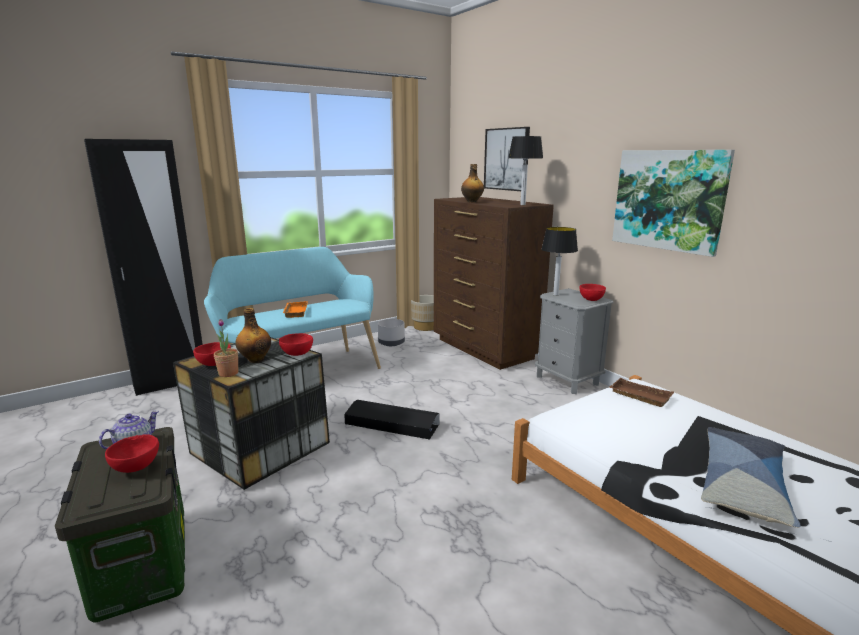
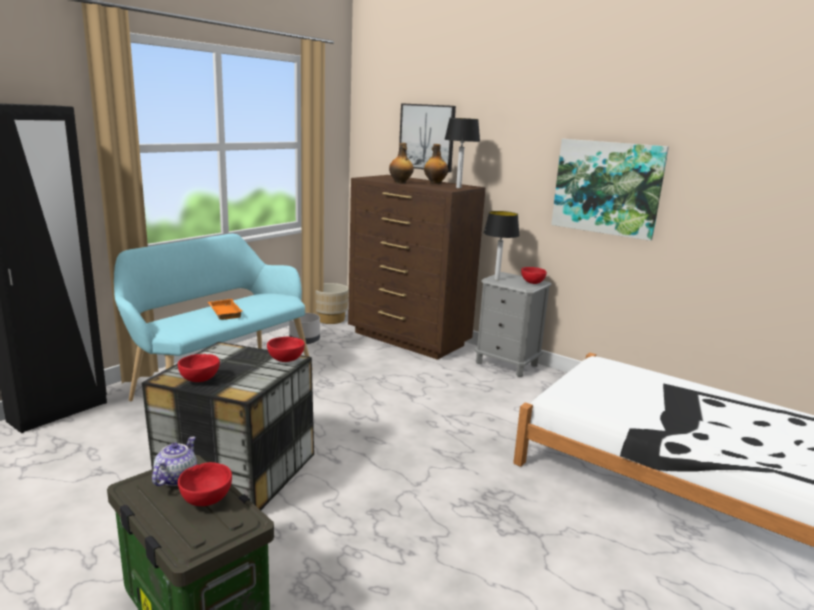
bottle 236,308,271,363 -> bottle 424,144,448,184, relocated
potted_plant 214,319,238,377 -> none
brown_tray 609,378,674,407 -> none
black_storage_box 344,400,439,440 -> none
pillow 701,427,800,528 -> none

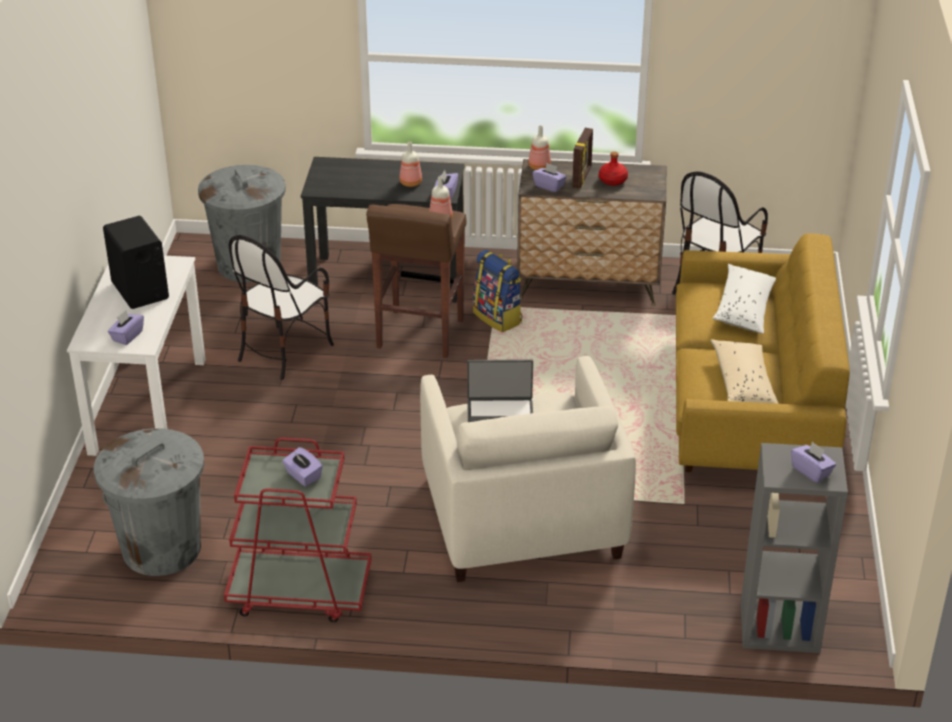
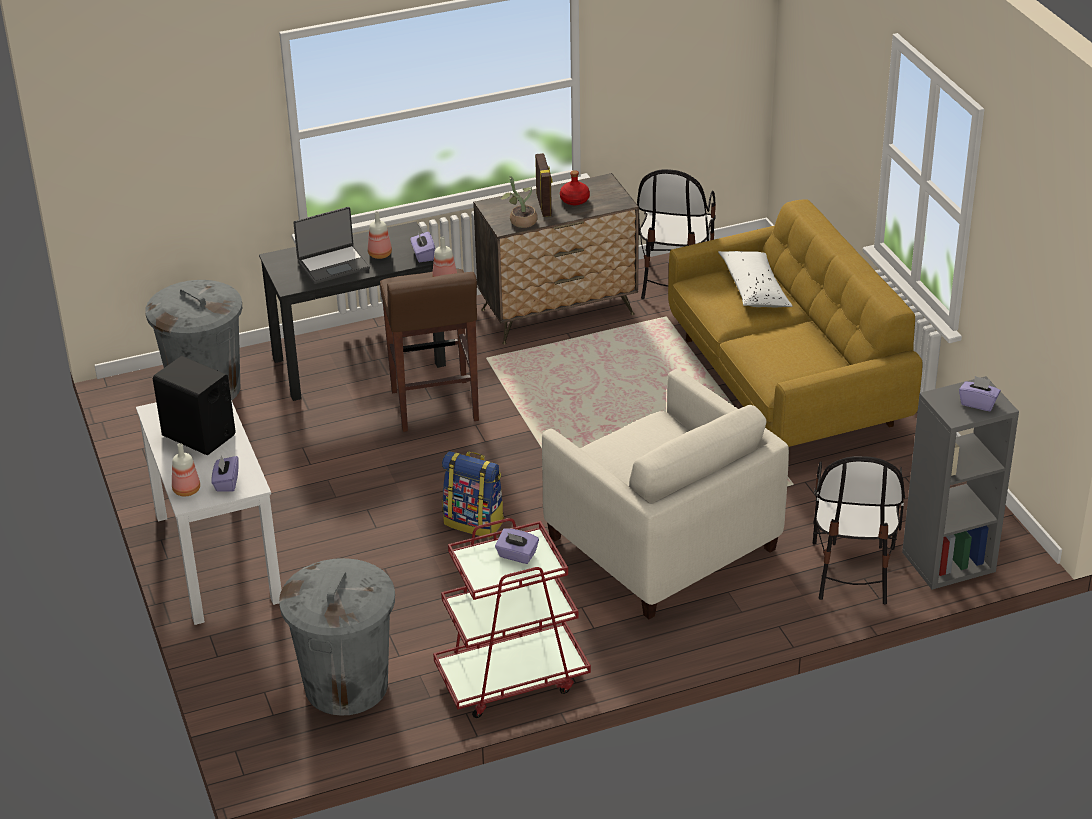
bottle 528,125,551,170 -> bottle 172,443,200,496, relocated
purple_tissue_box 532,163,567,192 -> potted_plant 501,176,538,228
chair 229,235,334,380 -> chair 813,456,905,604, relocated
backpack 473,250,522,332 -> backpack 442,451,504,538, relocated
beige_pillow 711,339,779,404 -> none
laptop 467,359,533,422 -> laptop 293,207,370,284, relocated

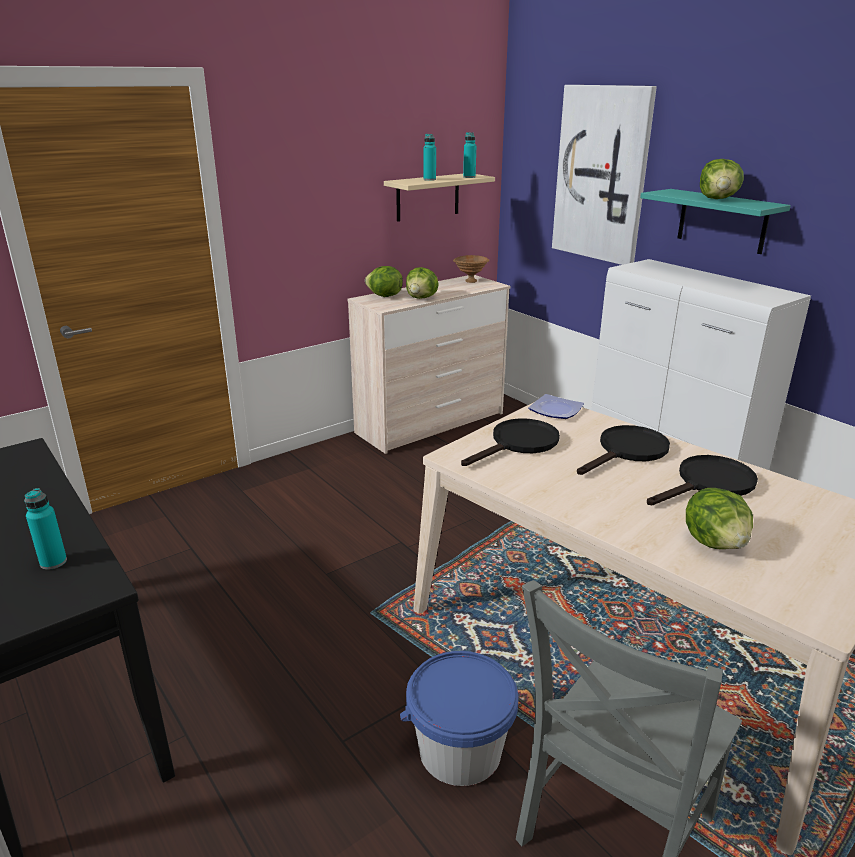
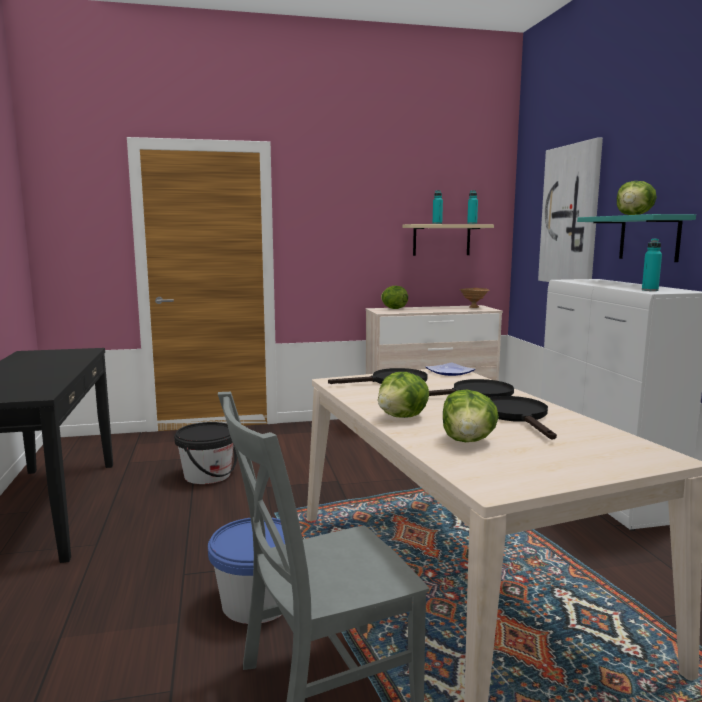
lettuce 406,267,439,299 -> lettuce 378,372,429,418, relocated
black_frying_pan 647,455,758,505 -> black_frying_pan 489,396,557,440, 90 degrees counterclockwise
turquoise_bottle 24,488,67,570 -> turquoise_bottle 642,239,662,291, relocated
none -> black_bucket 174,422,237,484

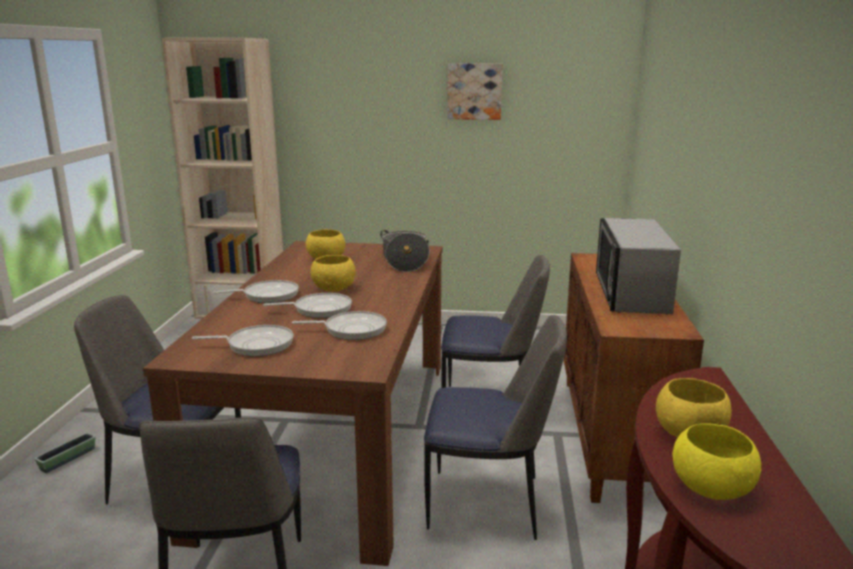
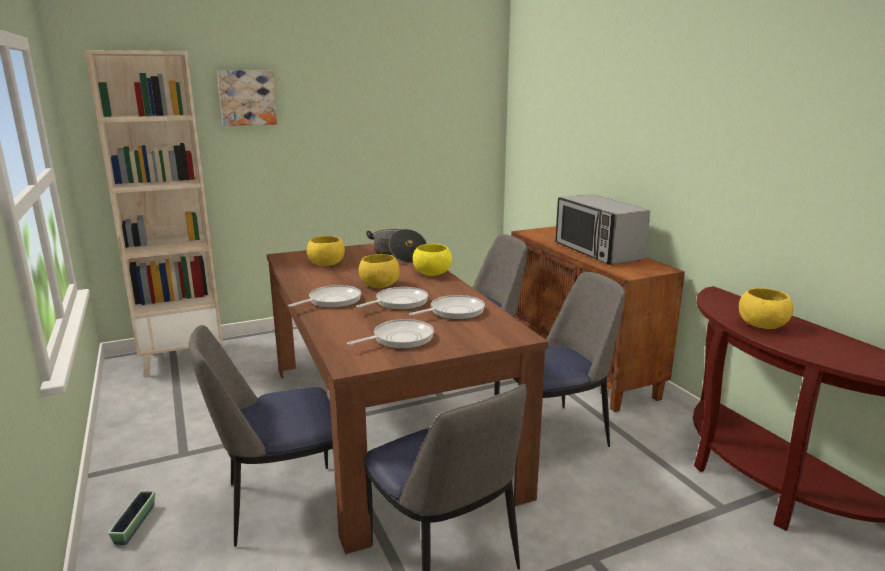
picture 447,63,503,120 -> picture 217,70,277,126, relocated
yellow_bowl 673,423,761,500 -> yellow_bowl 413,244,452,276, relocated

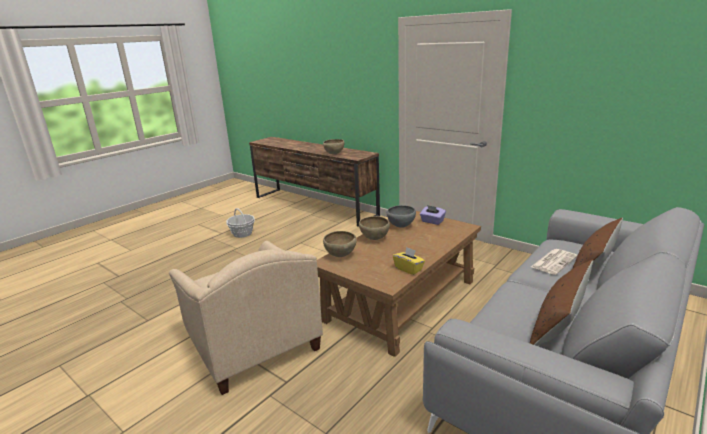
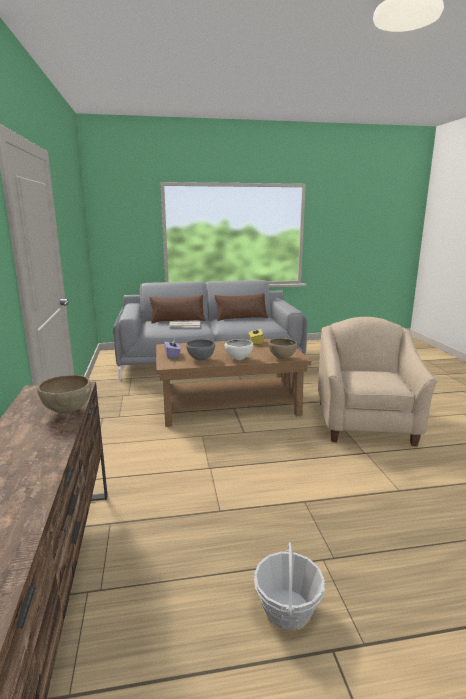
brown_bowl 359,216,390,240 -> white_bowl 225,339,253,360

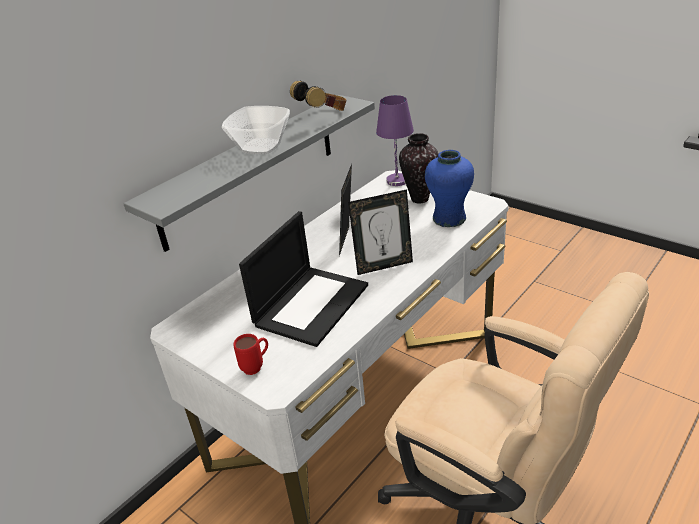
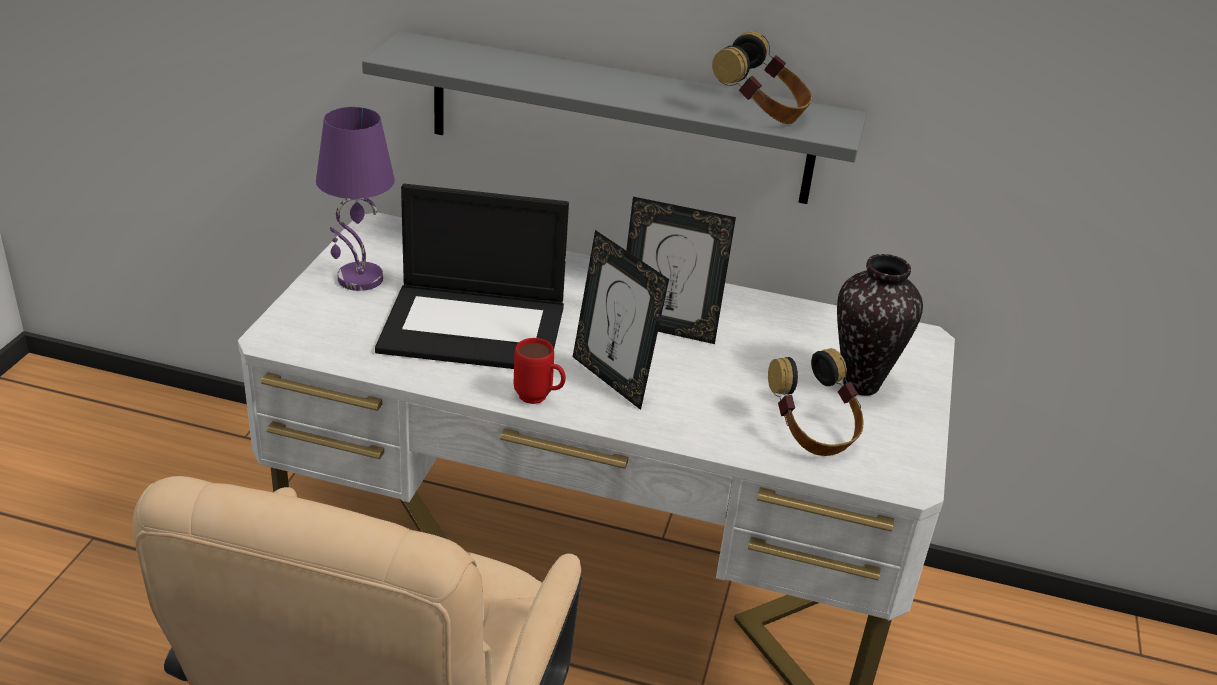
purple_table_lamp 376,95,414,186 -> purple_table_lamp 316,107,395,291, relocated
bowl 222,106,290,154 -> none
blue_vase 425,150,474,227 -> headphones 768,348,863,456
picture_frame 339,164,352,256 -> picture_frame 626,197,736,344, 150 degrees counterclockwise
red_mug 234,334,268,375 -> red_mug 514,338,566,404, relocated

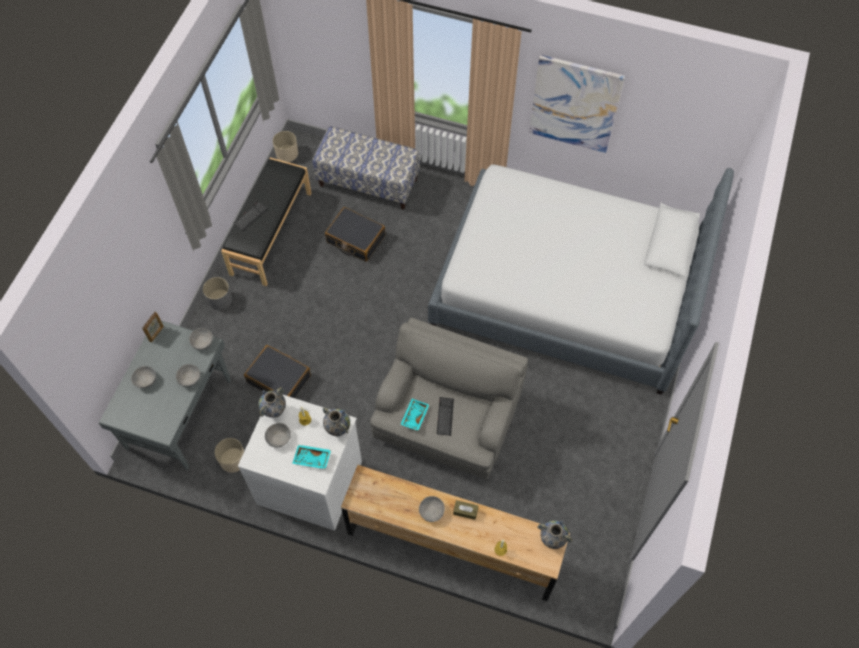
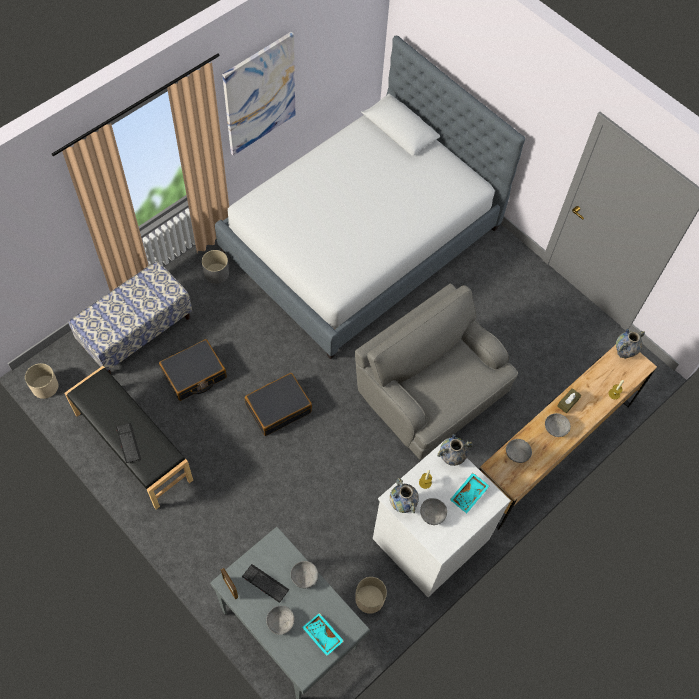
grey_planter 203,277,232,310 -> grey_planter 202,250,229,284, relocated
grey_bowl 189,328,213,350 -> grey_bowl 506,439,532,463, relocated
black_suitcase 244,345,311,398 -> black_suitcase 245,373,312,436, relocated
keyboard 437,397,454,436 -> keyboard 242,564,289,603, relocated
turquoise_tray 400,399,429,431 -> turquoise_tray 302,613,344,656, relocated

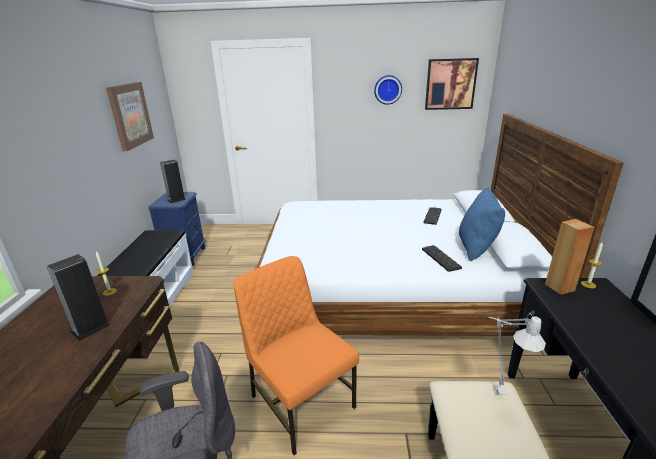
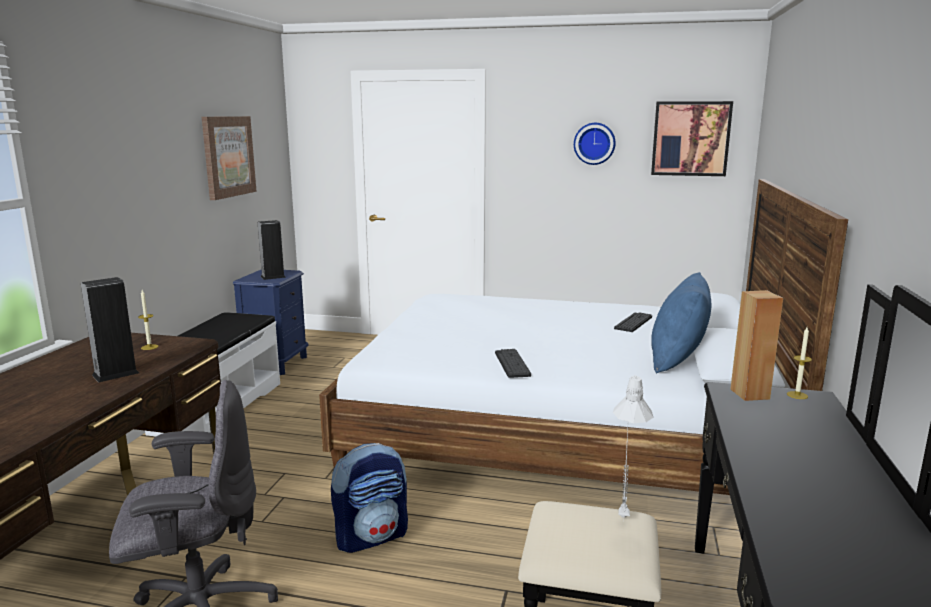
keyboard 422,245,462,272 -> keyboard 495,349,531,378, relocated
orange_chair 234,256,359,455 -> backpack 331,443,408,553

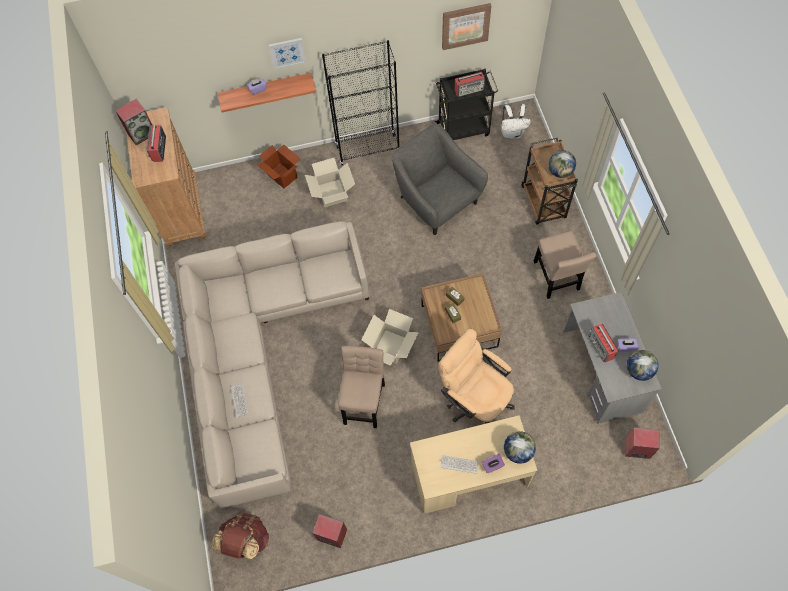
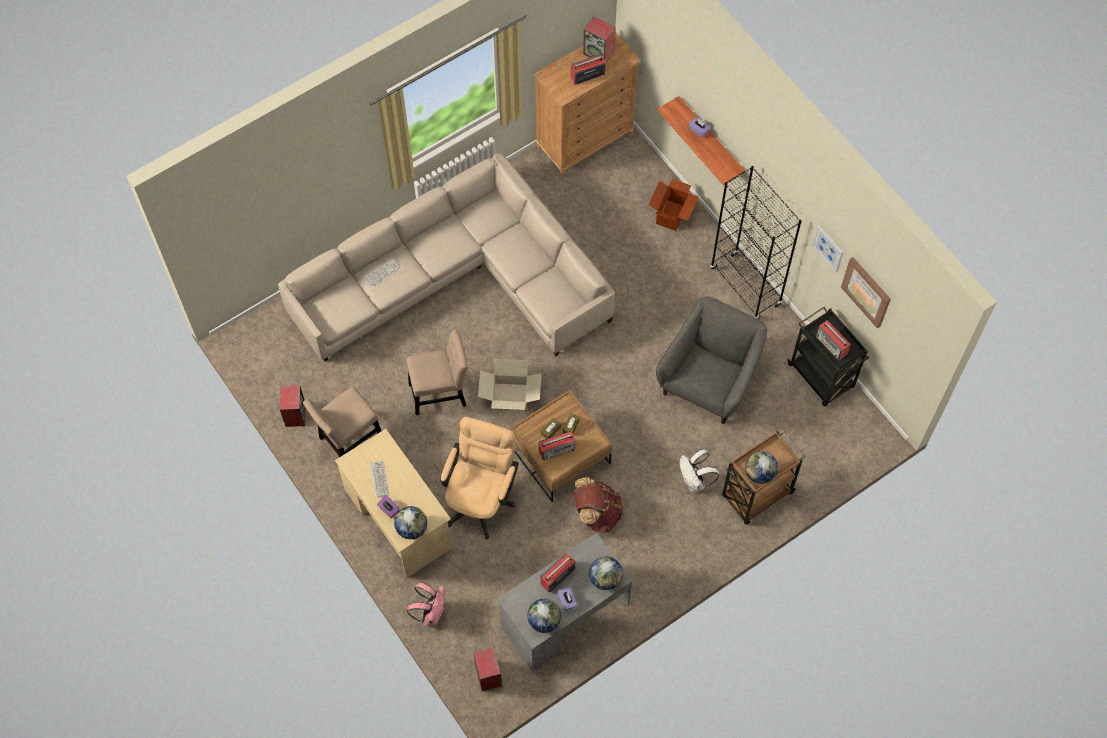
picture 269,38,306,70 -> picture 812,225,844,273, relocated
white_backpack 501,104,531,139 -> white_backpack 680,449,719,492, relocated
cardboard_box 305,157,355,207 -> none
beige_chair 534,231,596,299 -> beige_chair 303,387,381,457, relocated
brown_backpack 212,512,269,559 -> brown_backpack 574,477,623,533, relocated
none -> radio 539,431,575,461
none -> globe 589,556,623,590
none -> pink_backpack 407,583,445,626

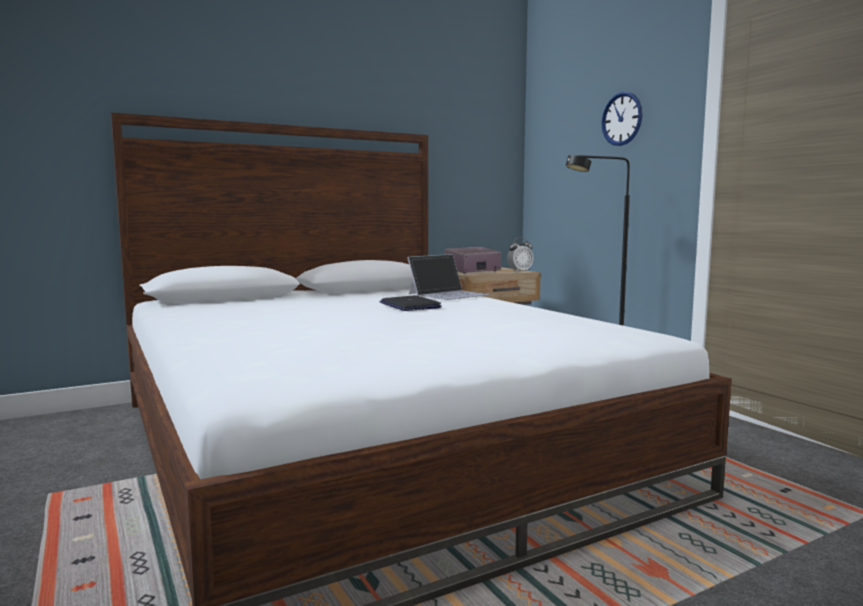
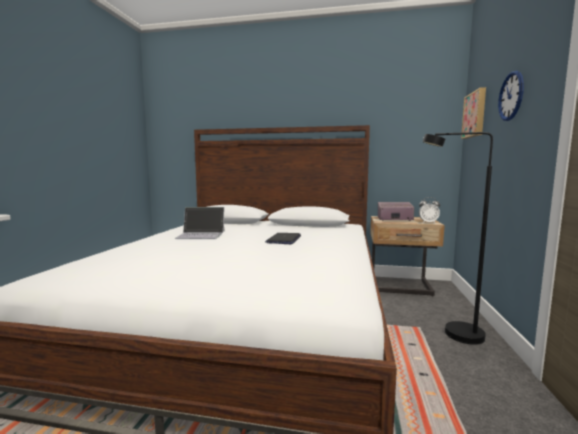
laptop 407,254,490,300 -> laptop 174,207,225,239, relocated
none -> picture 461,87,486,139

